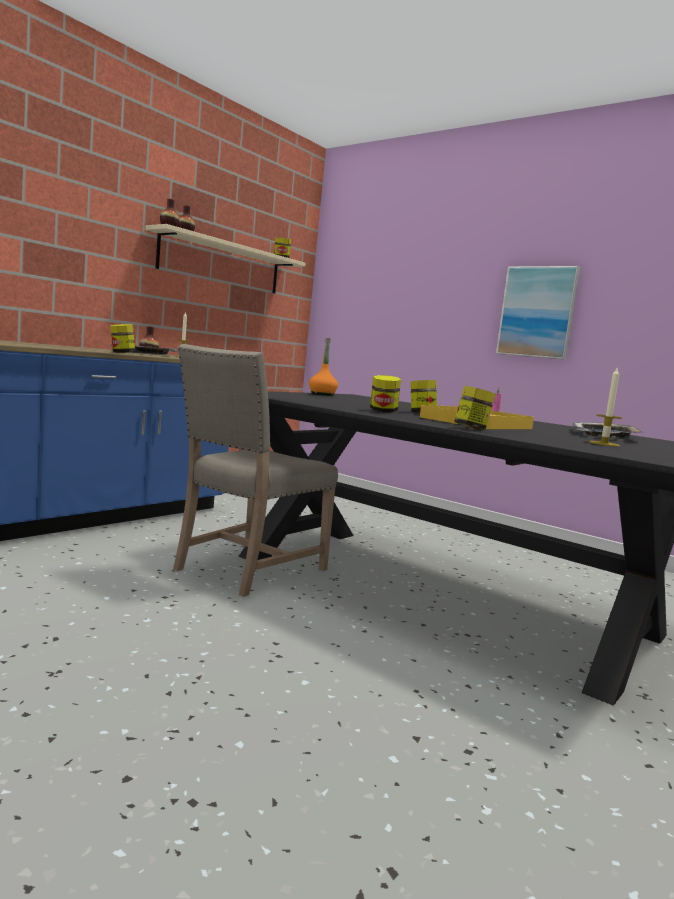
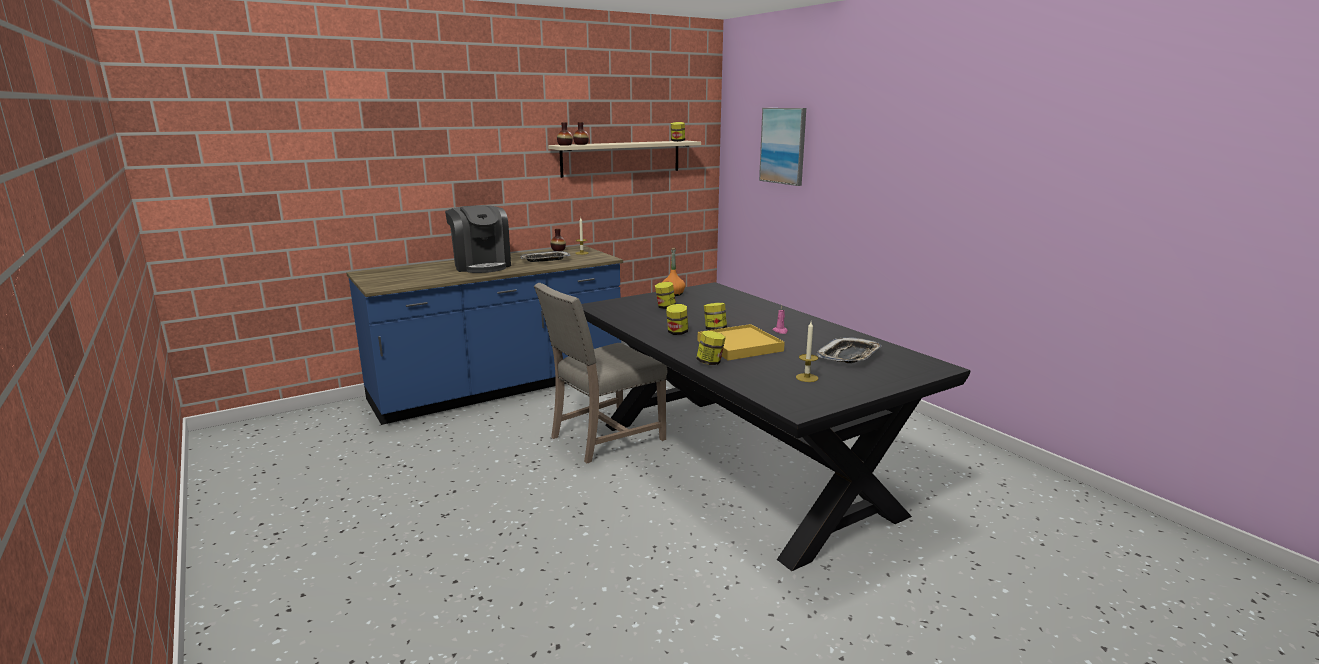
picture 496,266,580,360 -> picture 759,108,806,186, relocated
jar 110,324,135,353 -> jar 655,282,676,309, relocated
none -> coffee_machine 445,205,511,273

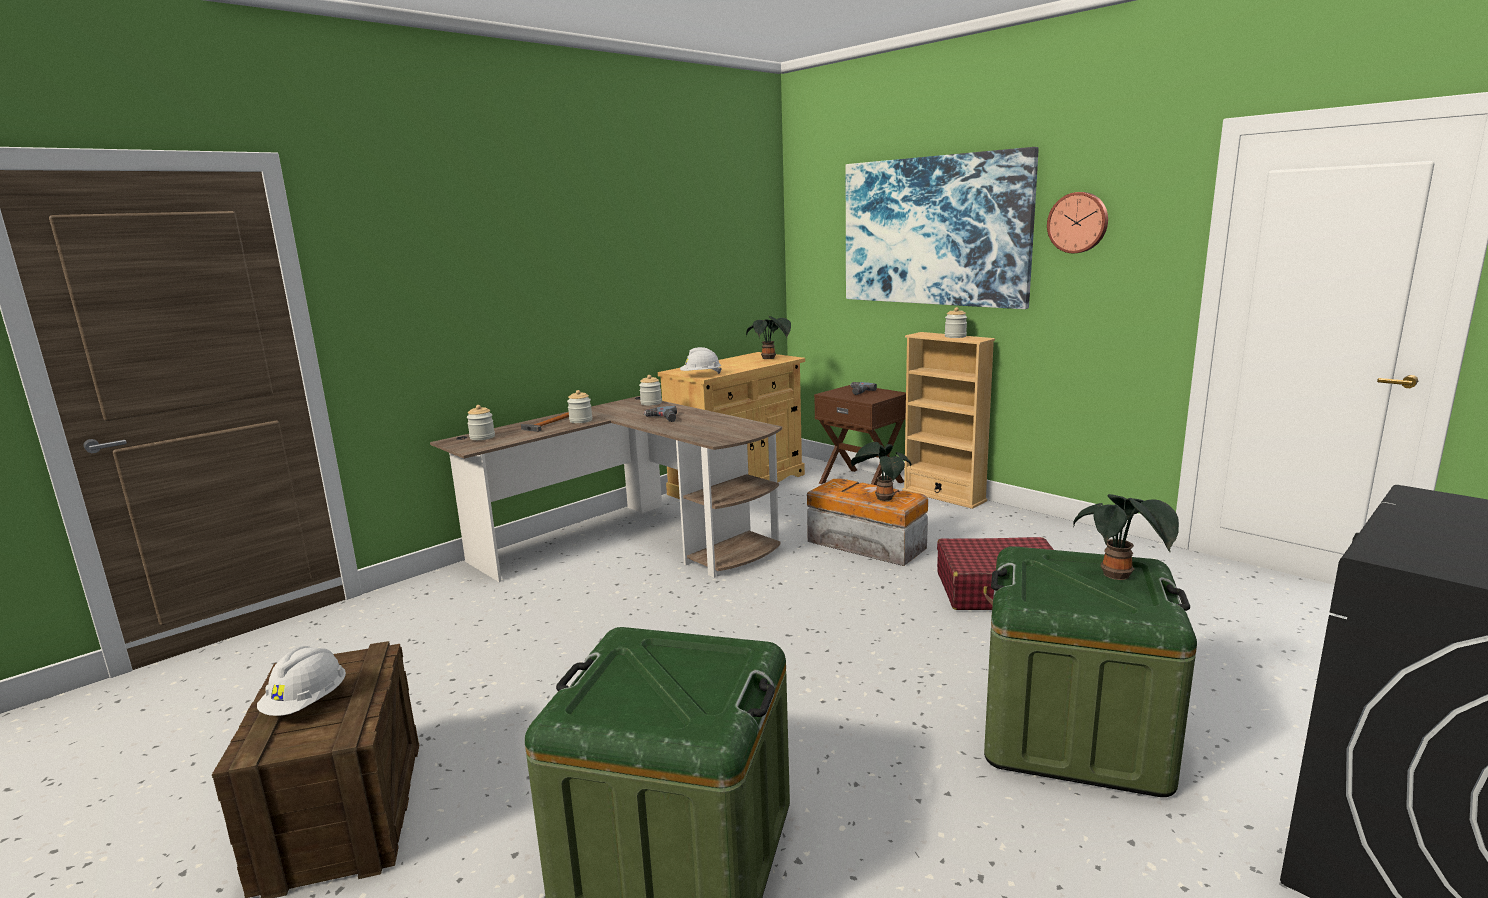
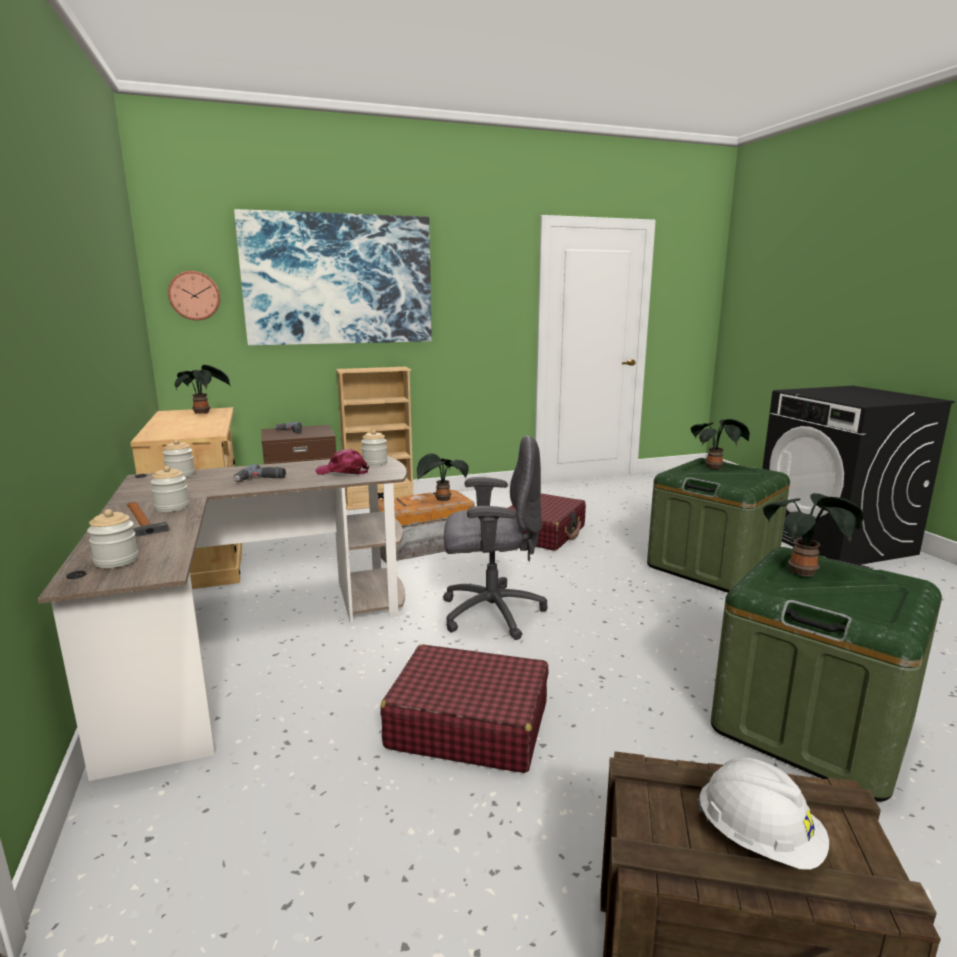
wall_clock 1047,192,1108,253 -> wall_clock 168,271,220,320, relocated
jar 945,307,967,338 -> jar 361,430,388,466, relocated
white_hard_hat 680,347,722,374 -> none
none -> grey_office_chair 443,435,547,640
none -> pink_cap 315,449,369,475
none -> potted_plant 763,493,864,576
none -> red_suitcase 380,644,549,773

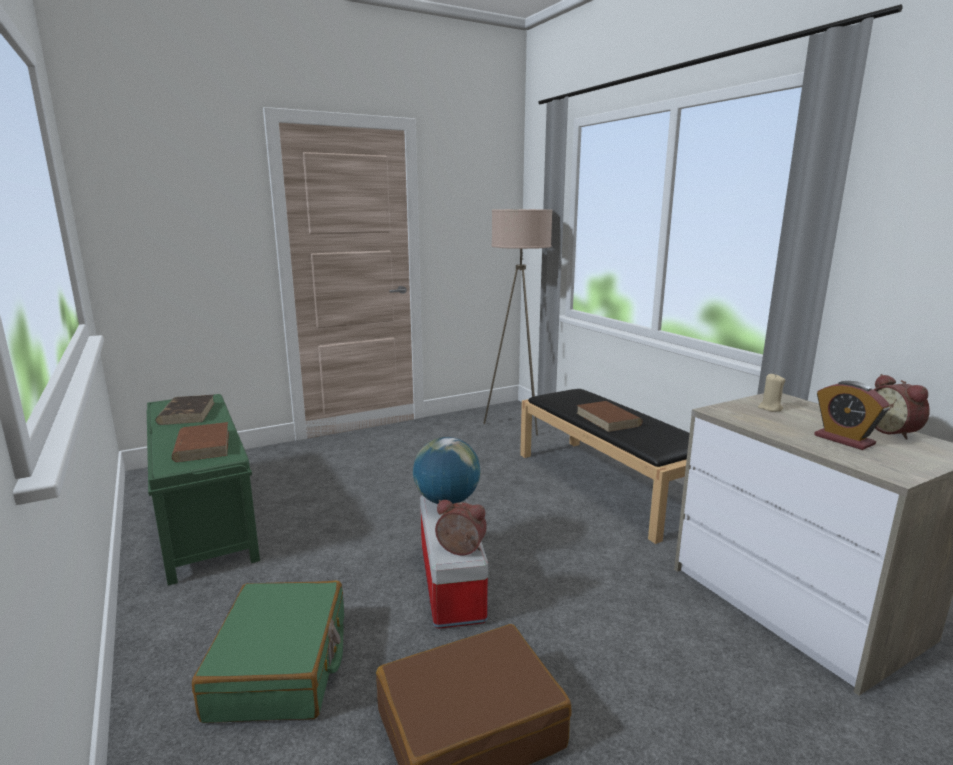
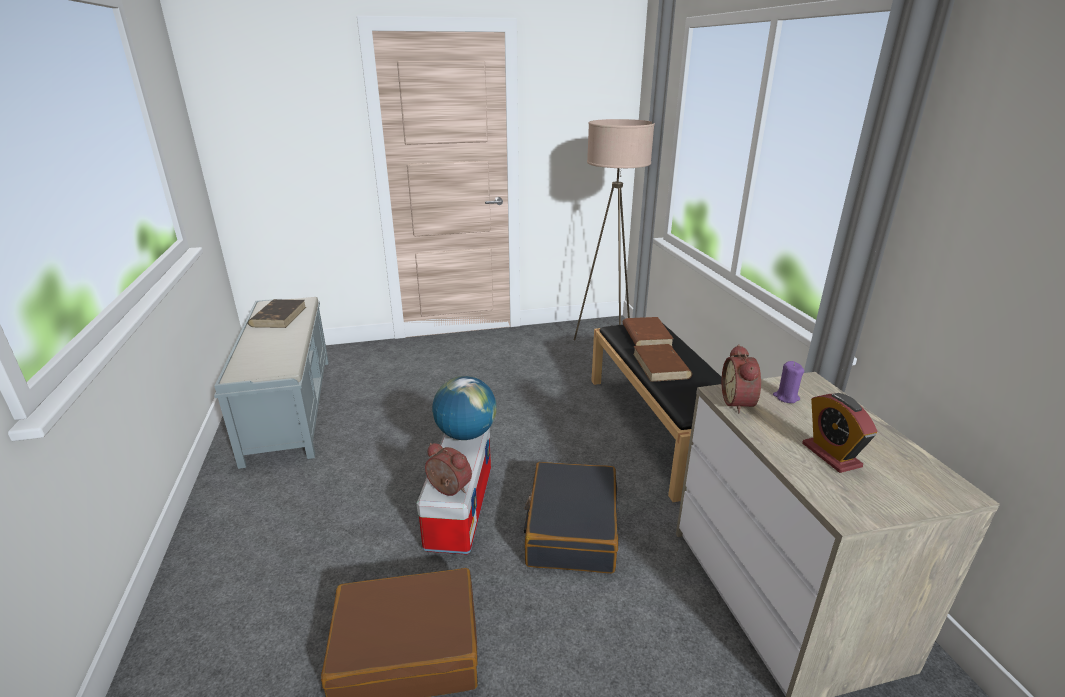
beige_candle 758,374,785,412 -> purple_candle 773,361,804,403
alarm_clock 873,374,930,440 -> alarm_clock 722,345,761,413, relocated
green_bench 147,394,260,586 -> grey_bench 214,297,329,469
brown_book 172,422,229,462 -> brown_book 623,317,674,347, relocated
green_suitcase 192,581,344,723 -> none
none -> black_suitcase 524,462,619,573

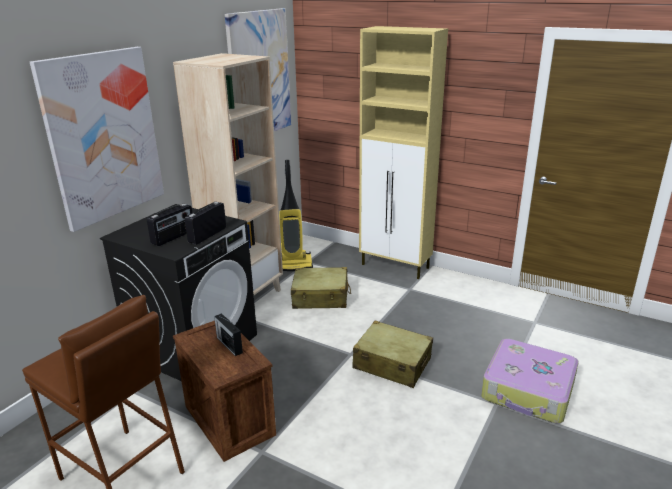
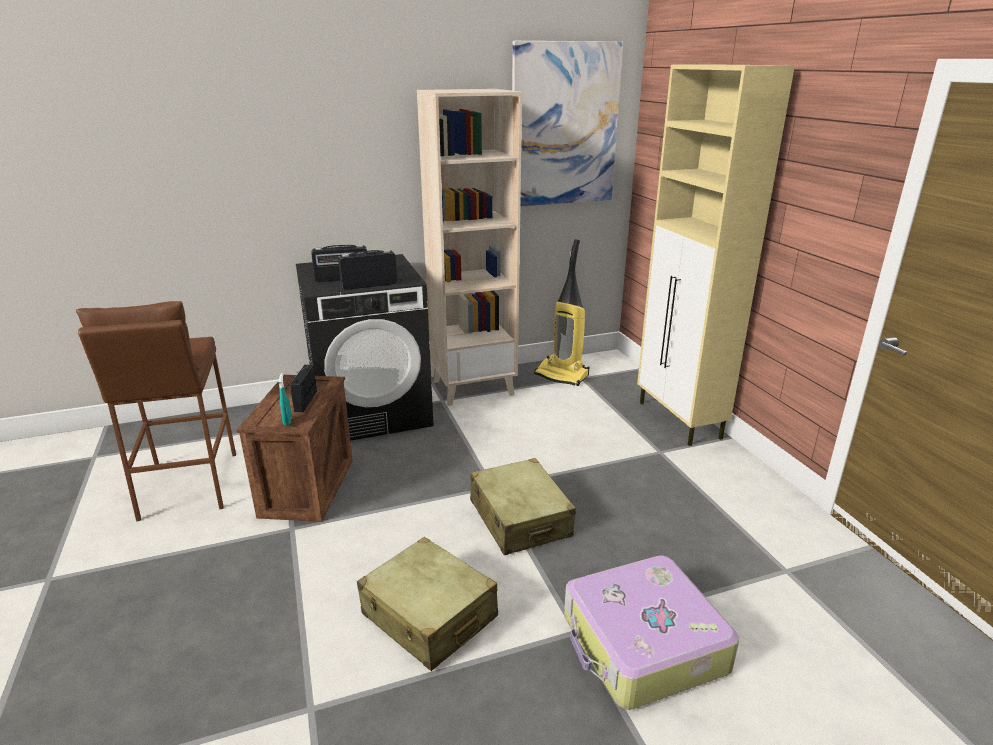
picture 30,47,164,232 -> none
beige_suitcase 291,267,351,309 -> beige_suitcase 357,537,498,671, relocated
none -> turquoise_spray_bottle 278,373,292,426

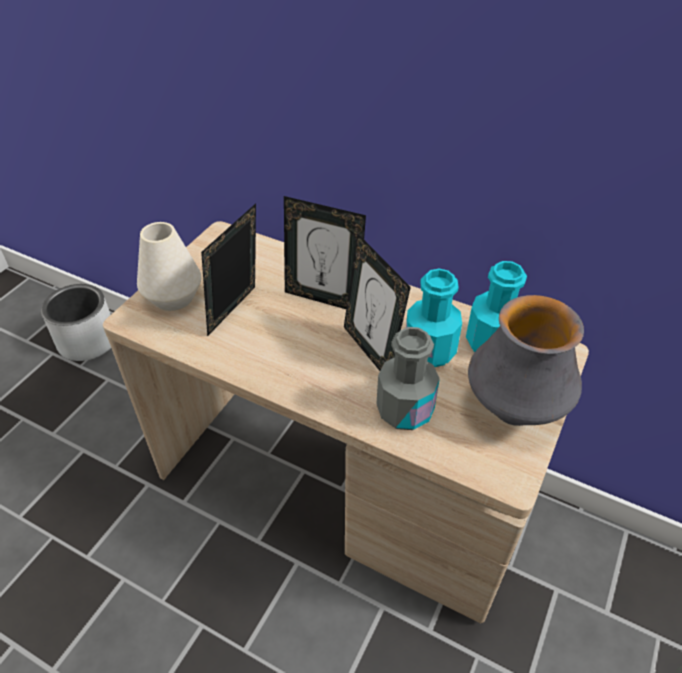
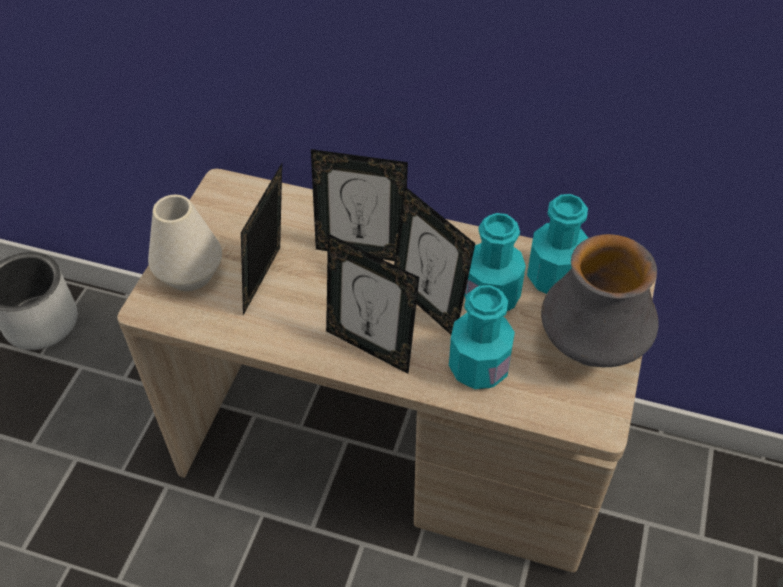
grey_bottle 376,327,440,430 -> turquoise_bottle 449,285,515,389
none -> picture_frame 326,234,419,374

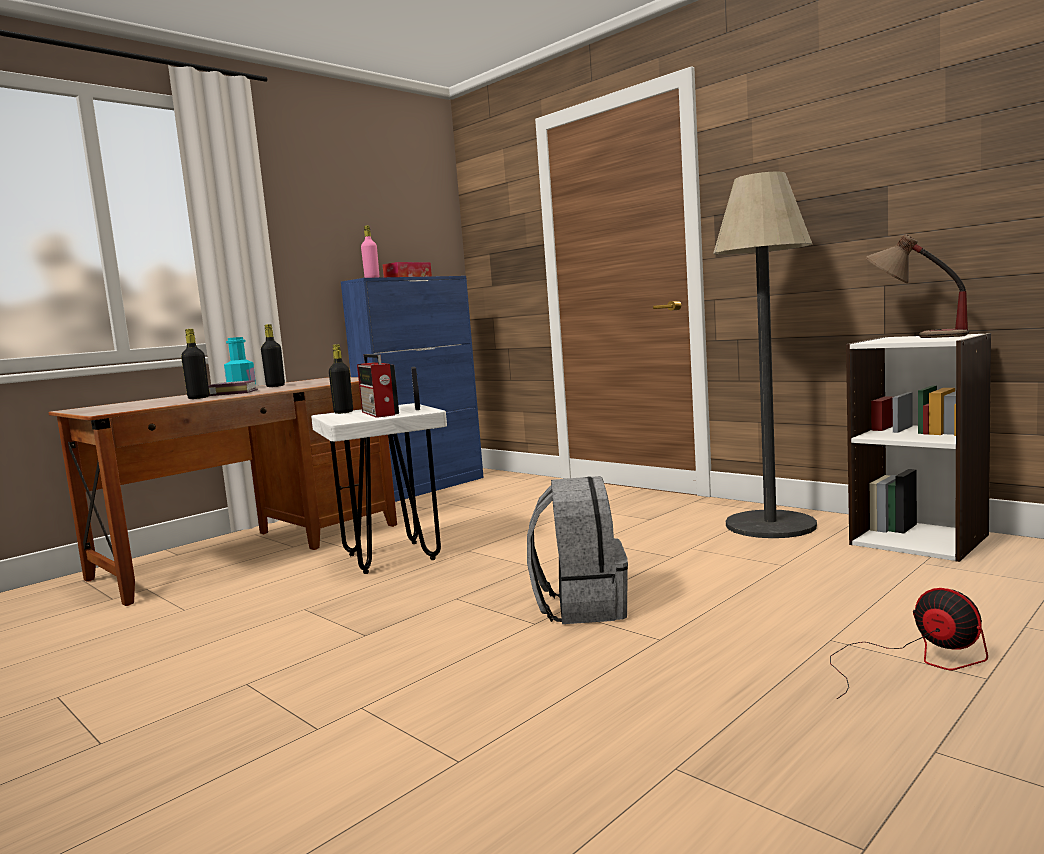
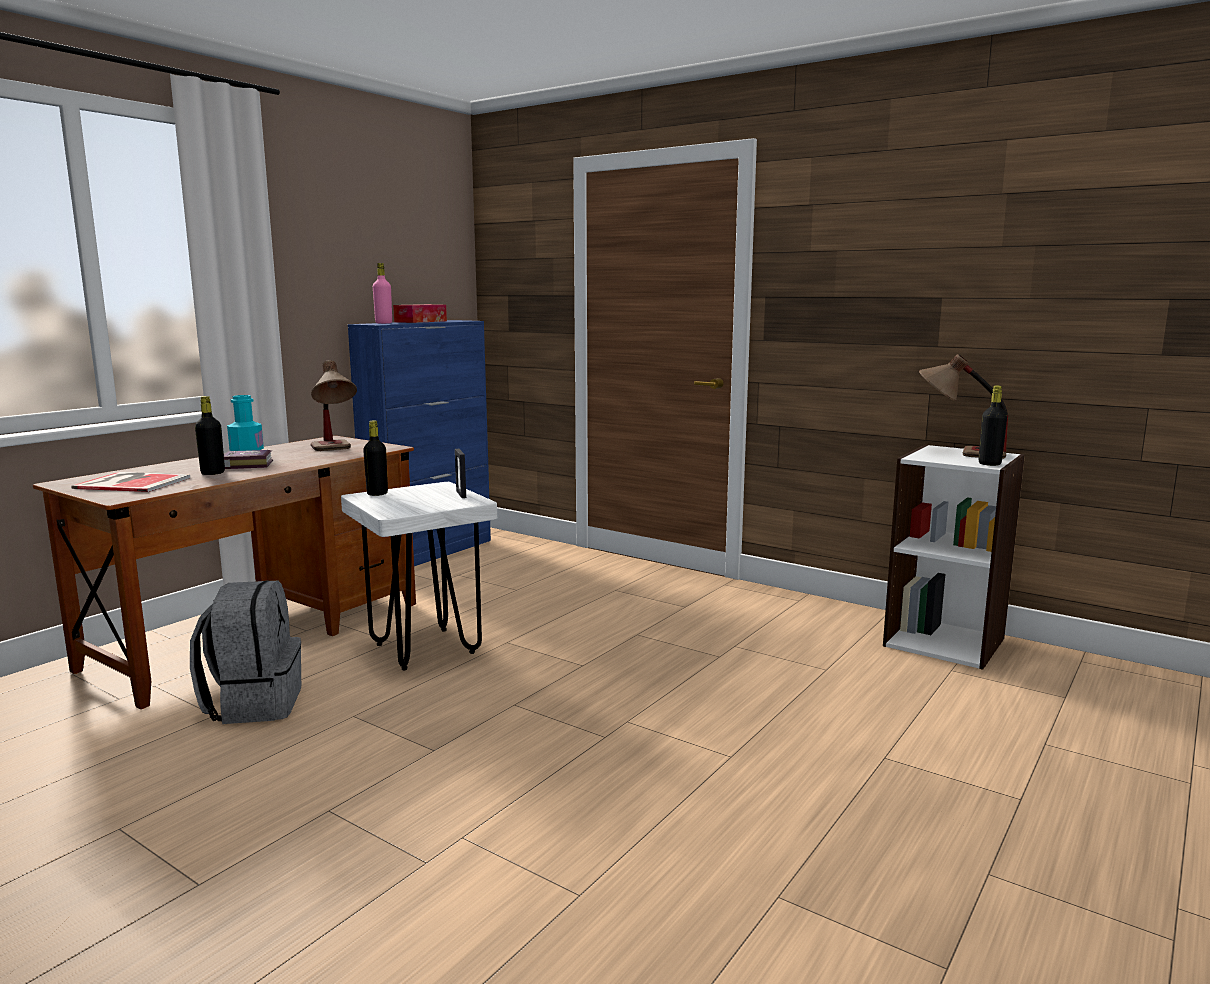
floor_lamp 713,171,817,538 -> none
black_bottle 261,324,285,387 -> black_bottle 979,385,1007,466, relocated
radio 357,354,399,418 -> none
grey_backpack 527,476,628,624 -> grey_backpack 190,580,301,724, relocated
fan 830,588,988,699 -> none
none -> table_lamp 311,360,357,451
none -> book 71,472,190,492

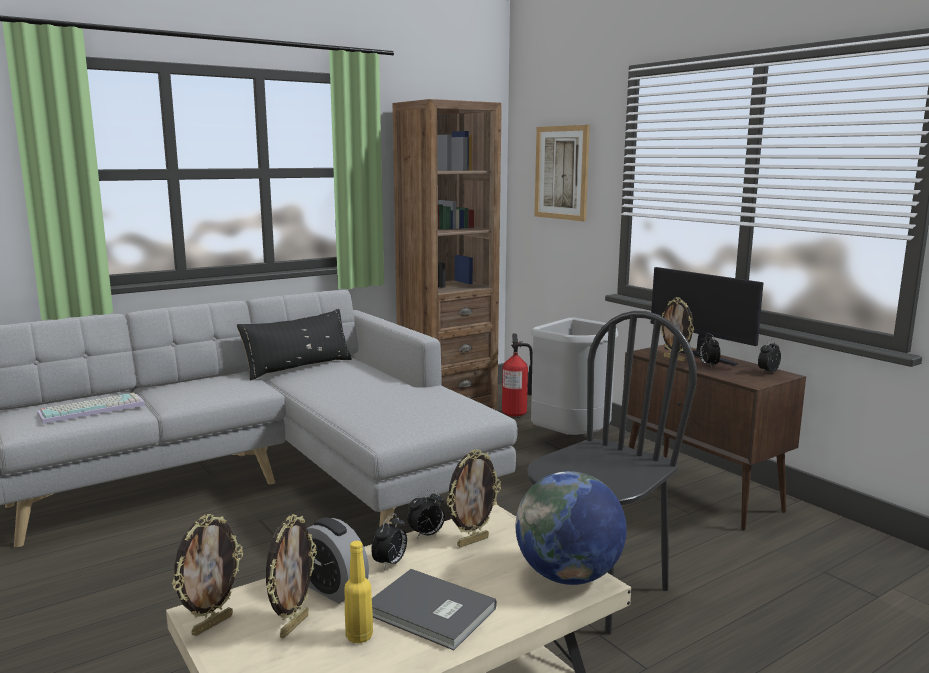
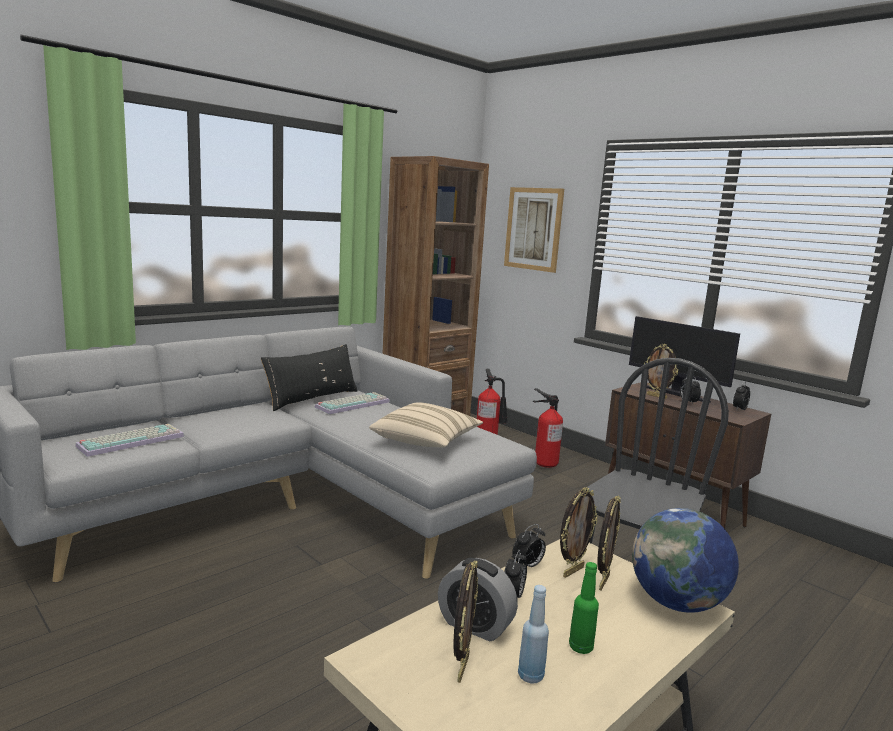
grey_trash_can 530,318,618,435 -> fire_extinguisher 533,388,563,468
picture_frame 172,514,243,636 -> picture_frame 597,495,621,590, relocated
yellow_bottle 344,541,373,643 -> blue_bottle 518,585,549,683
grey_book 372,569,497,650 -> green_bottle 569,562,599,654
none -> keyboard 315,392,390,414
none -> beige_pillow 369,403,483,447

